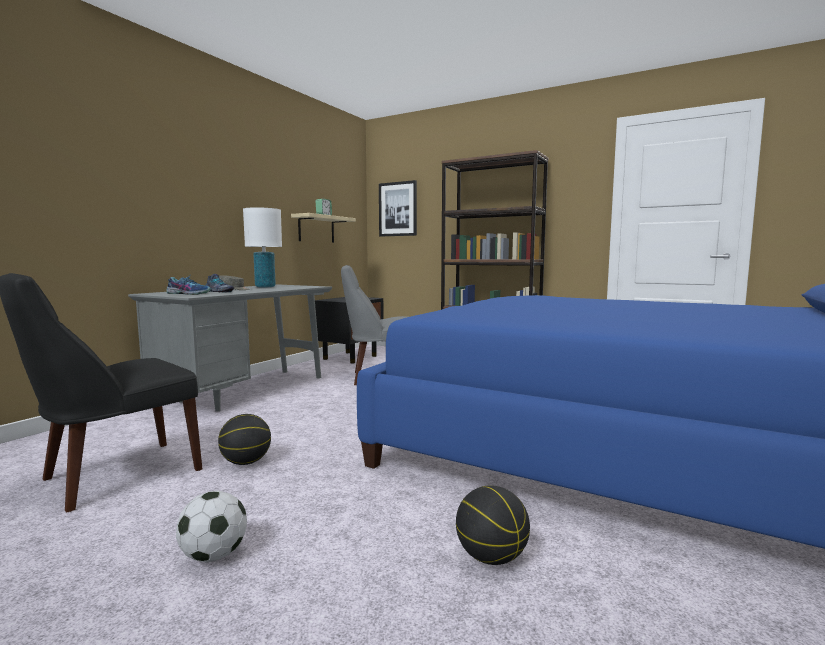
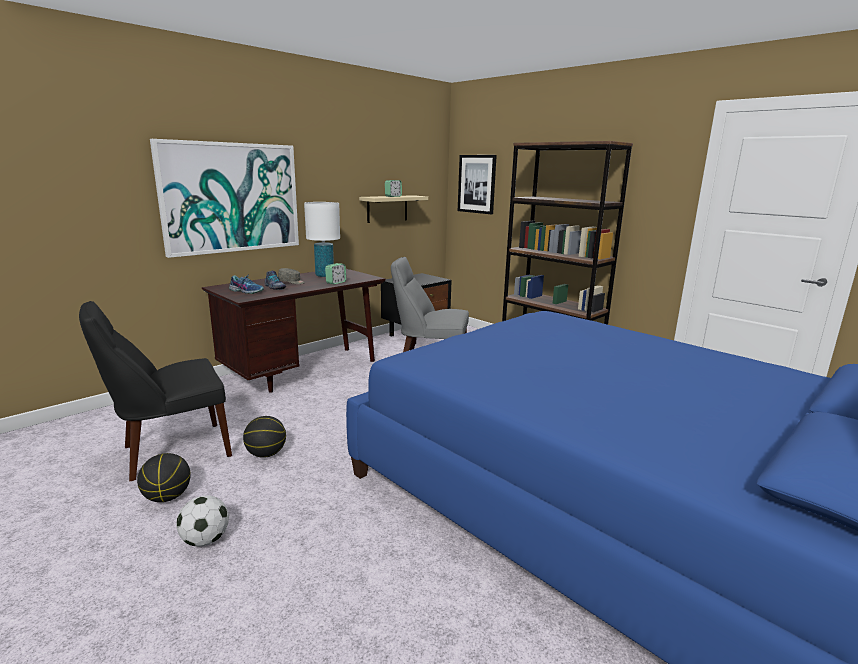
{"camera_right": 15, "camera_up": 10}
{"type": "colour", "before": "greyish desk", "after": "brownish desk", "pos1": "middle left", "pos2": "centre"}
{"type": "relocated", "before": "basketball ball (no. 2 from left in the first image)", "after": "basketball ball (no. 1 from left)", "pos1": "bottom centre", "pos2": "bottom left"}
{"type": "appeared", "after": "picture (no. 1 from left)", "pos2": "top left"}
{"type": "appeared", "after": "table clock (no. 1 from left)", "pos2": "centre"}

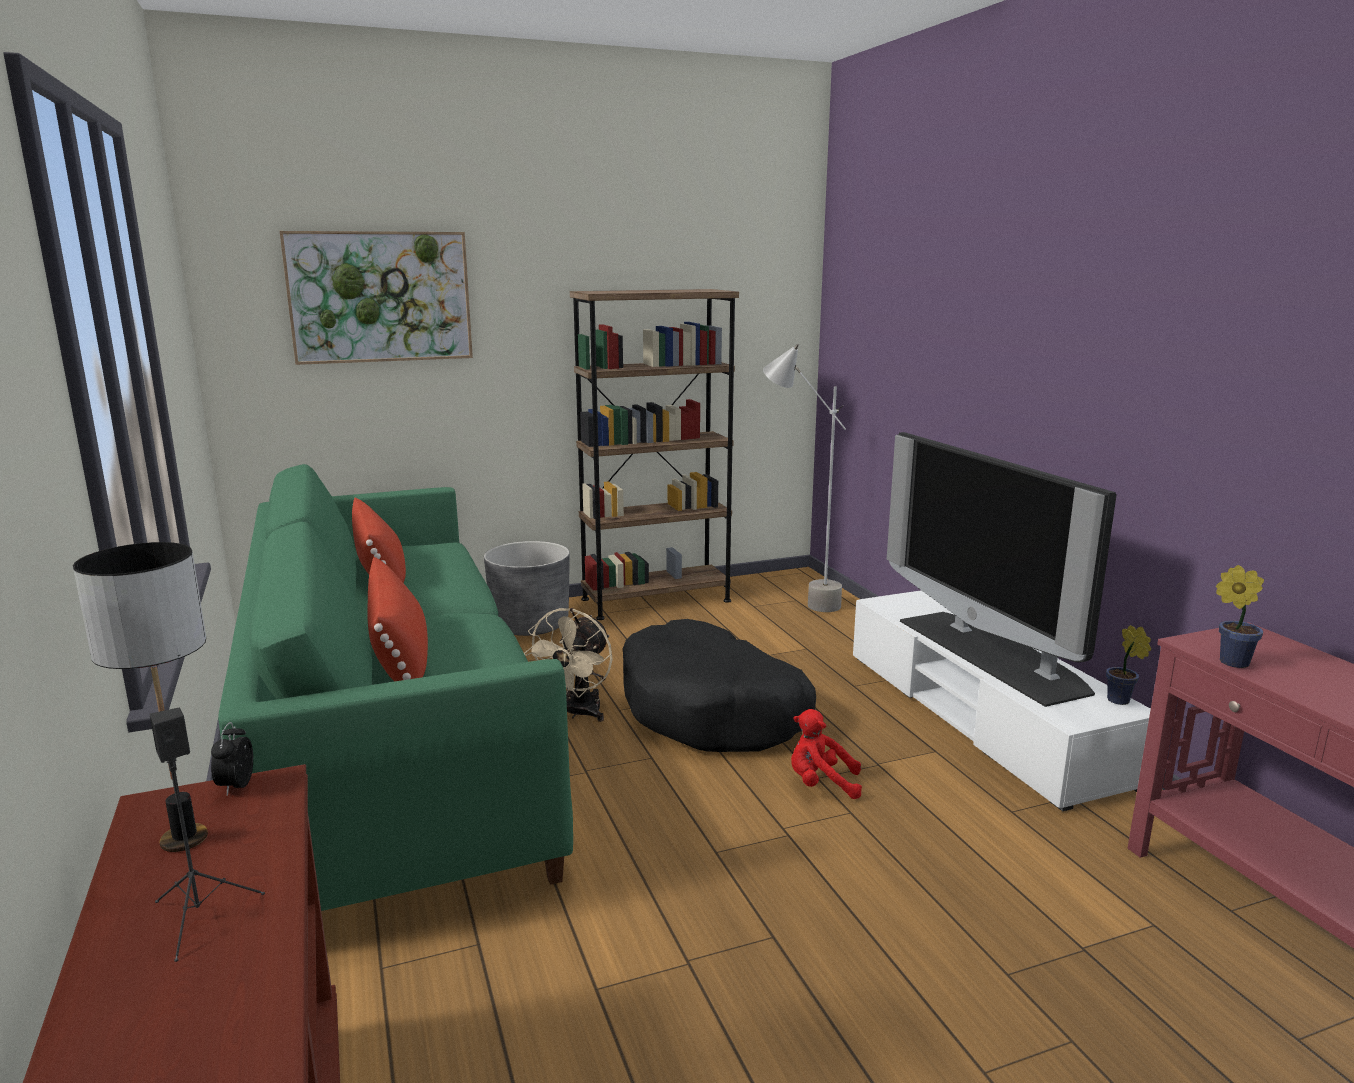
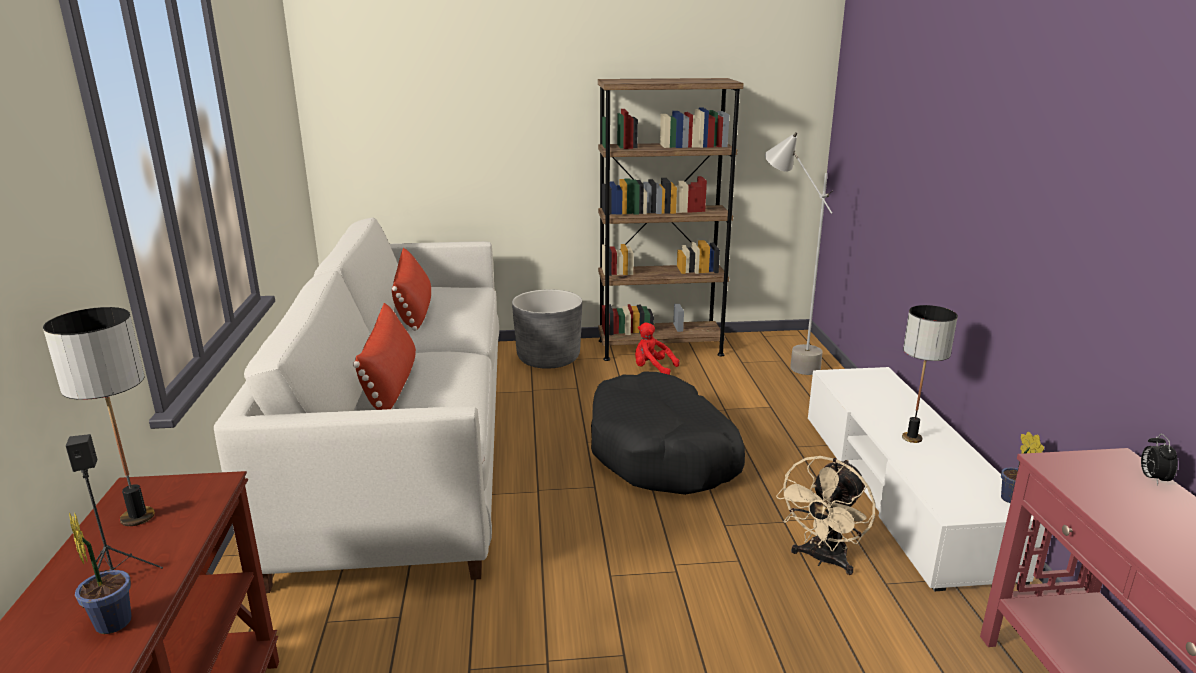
{"camera_right": 15, "camera_up": 5}
{"type": "relocated", "before": "table clock", "pos1": "bottom left", "pos2": "bottom right"}
{"type": "colour", "before": "green-coloured couch", "after": "whitish couch", "pos1": "middle left", "pos2": "middle left"}
{"type": "missing", "before": "picture", "pos1": "top left"}
{"type": "relocated", "before": "sand-coloured fan", "pos1": "centre", "pos2": "bottom right"}
{"type": "relocated", "before": "reddish cuddly toy", "pos1": "bottom centre", "pos2": "centre"}
{"type": "exchanged", "before": "television", "after": "lamp for a table (no. 2 from left)", "pos1": "middle right", "pos2": "middle right"}
{"type": "relocated", "before": "plant in a pot (no. 2 from left in the first image)", "after": "plant in a pot (no. 1 from left)", "pos1": "middle right", "pos2": "bottom left"}

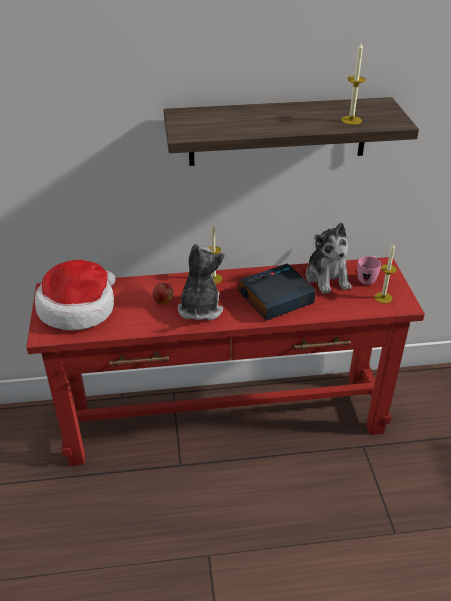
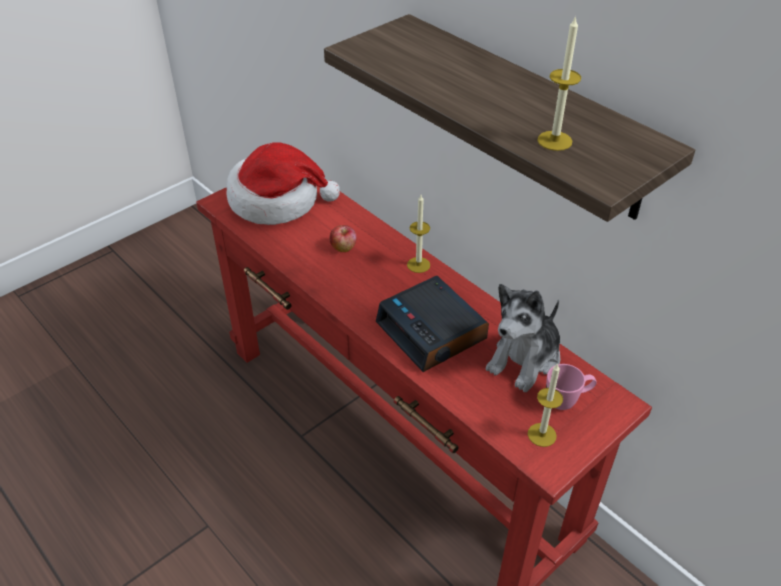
{"camera_right": 55, "camera_up": 5}
{"type": "missing", "before": "cuddly toy (no. 1 from left)", "pos1": "centre"}
{"type": "spun", "before": "table clock", "pos1": "centre", "pos2": "centre", "turn": -150}

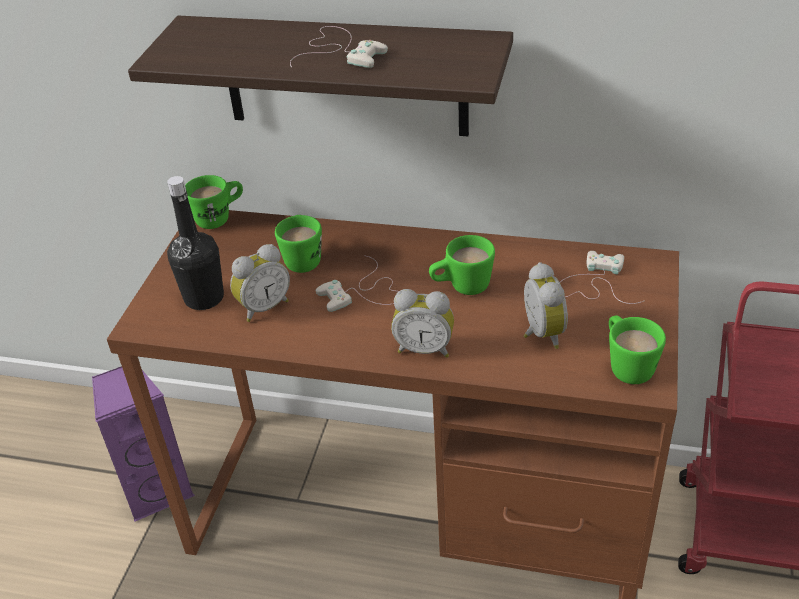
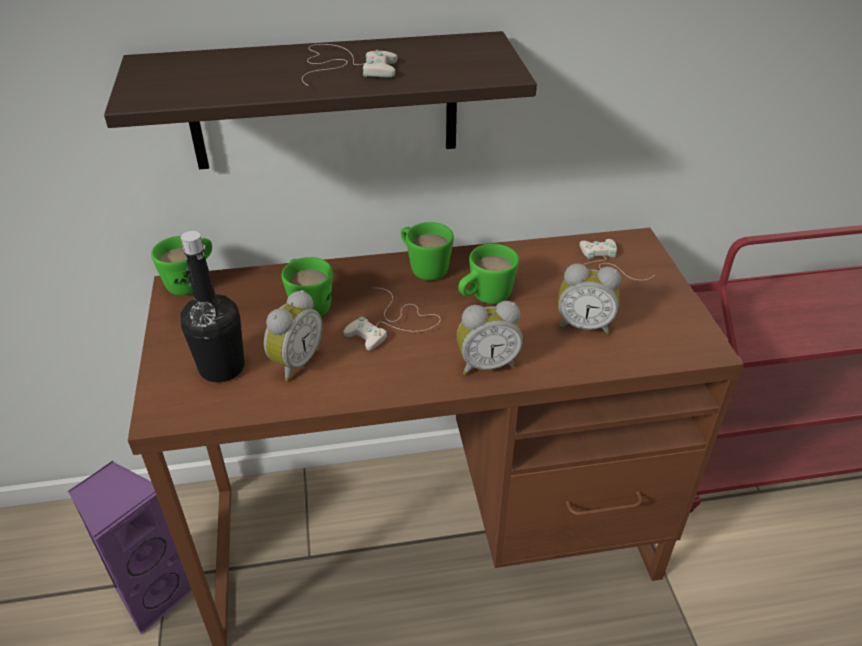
{"camera_right": -25, "camera_up": 0}
{"type": "spun", "before": "table clock (no. 3 from left)", "pos1": "middle right", "pos2": "middle right", "turn": 135}
{"type": "relocated", "before": "green-coloured mug (no. 4 from left in the first image)", "after": "green-coloured mug (no. 3 from left)", "pos1": "middle right", "pos2": "centre"}

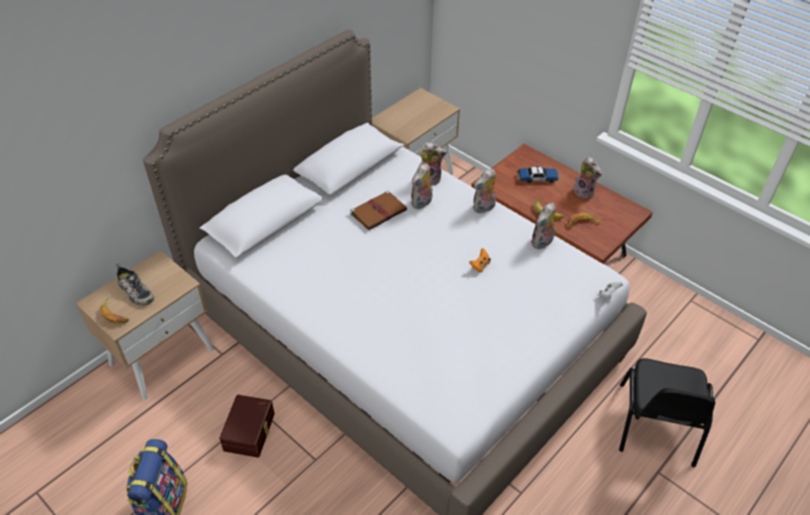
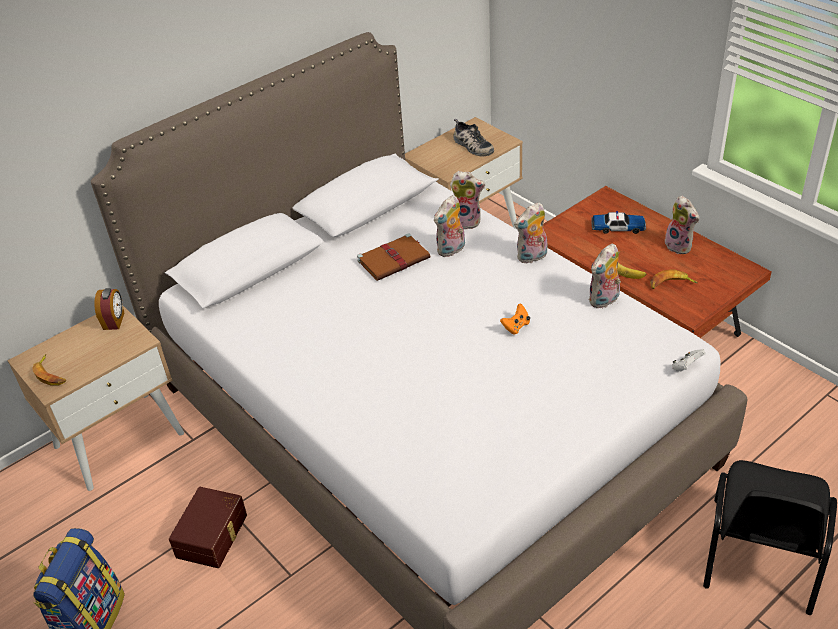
{"camera_right": 10, "camera_up": -5}
{"type": "relocated", "before": "item of footwear", "pos1": "middle left", "pos2": "top centre"}
{"type": "appeared", "after": "table clock", "pos2": "middle left"}

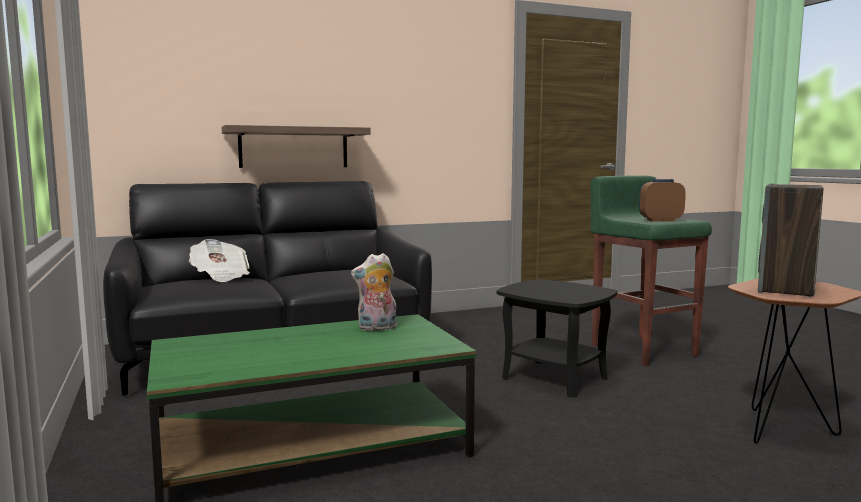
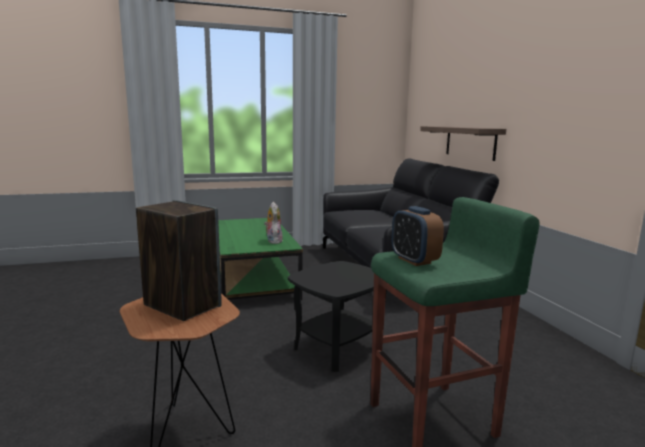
{"camera_right": 95, "camera_up": 5}
{"type": "missing", "before": "daily paper", "pos1": "middle left"}
{"type": "spun", "before": "table clock", "pos1": "middle right", "pos2": "centre", "turn": 150}

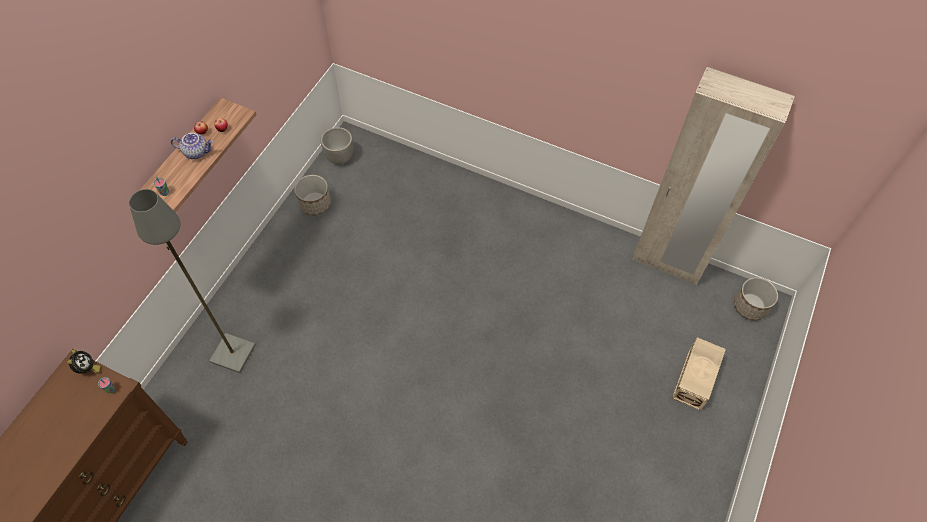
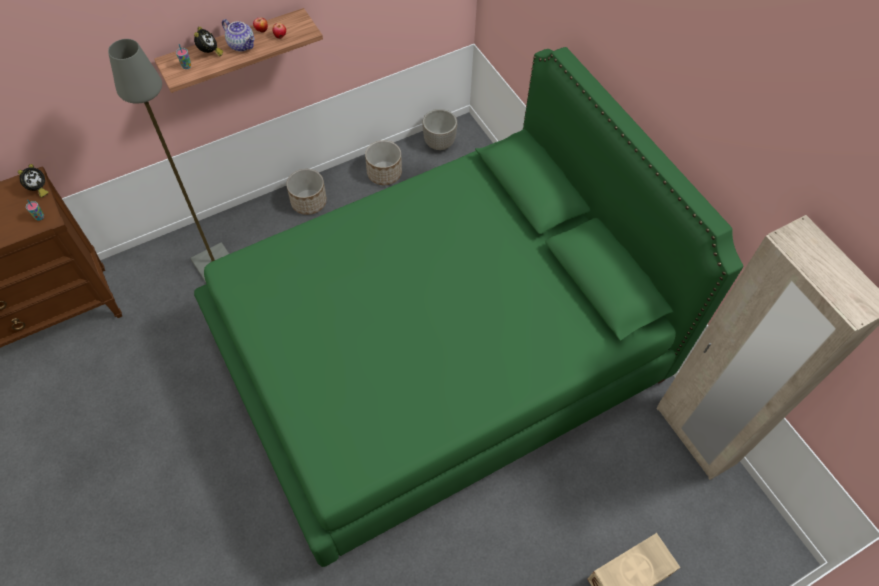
{"camera_right": 35, "camera_up": 0}
{"type": "relocated", "before": "planter (no. 3 from left in the first image)", "after": "planter (no. 1 from left)", "pos1": "middle right", "pos2": "top centre"}
{"type": "appeared", "after": "table clock (no. 2 from left)", "pos2": "top left"}
{"type": "appeared", "after": "green-coloured bed", "pos2": "centre"}

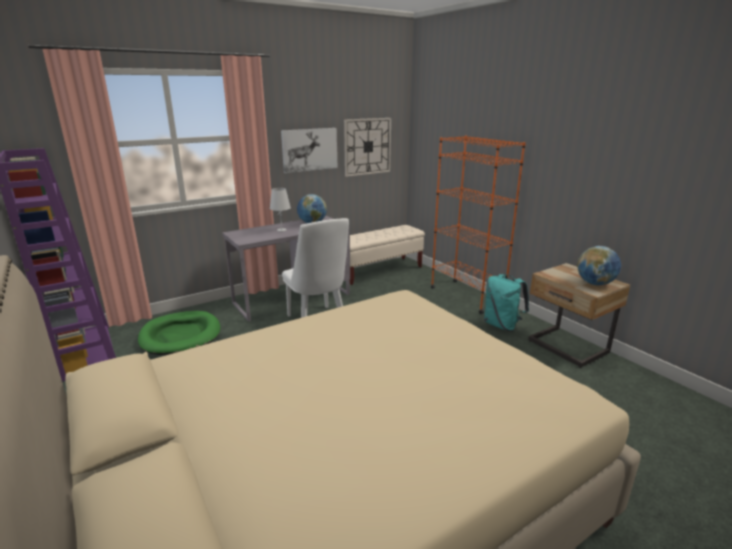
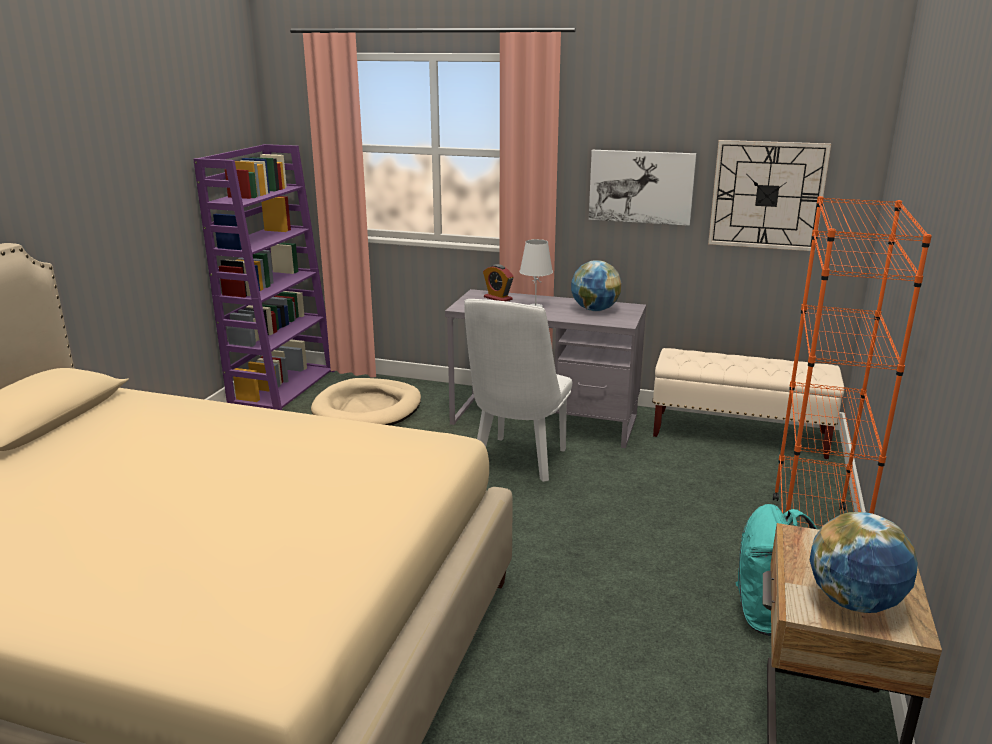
{"camera_right": 50, "camera_up": 0}
{"type": "colour", "before": "green-coloured pet bed", "after": "sand-coloured pet bed", "pos1": "middle left", "pos2": "centre"}
{"type": "appeared", "after": "table clock", "pos2": "centre"}

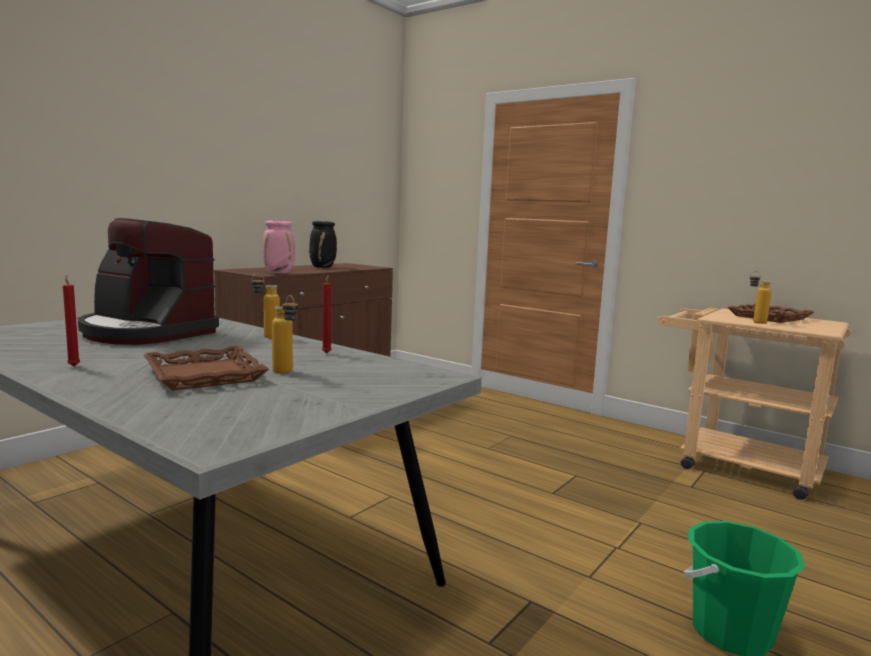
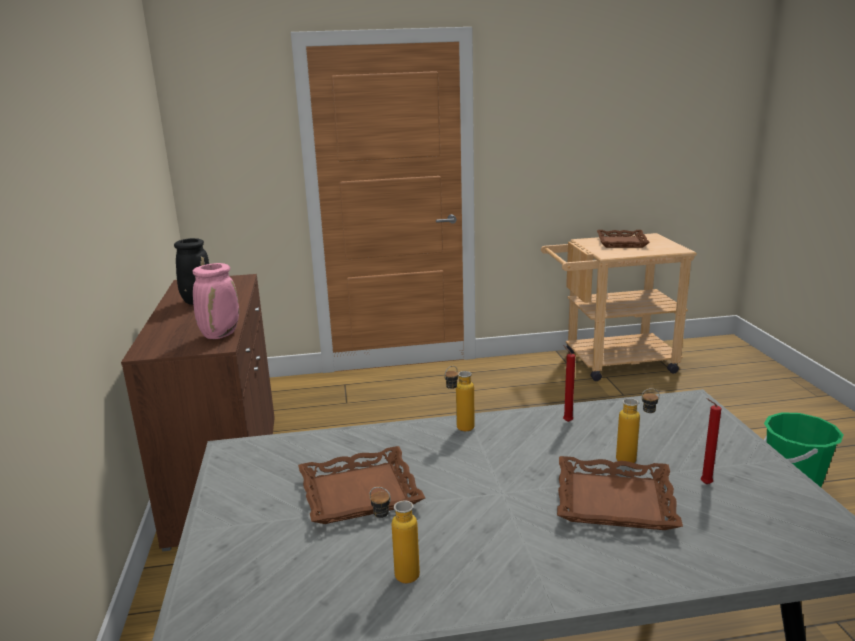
{"camera_right": -45, "camera_up": 10}
{"type": "relocated", "before": "reddish candle (no. 1 from left in the first image)", "after": "reddish candle (no. 2 from left)", "pos1": "middle left", "pos2": "bottom right"}
{"type": "exchanged", "before": "coffee machine", "after": "brownish carrying tray (no. 1 from left)", "pos1": "middle left", "pos2": "bottom centre"}
{"type": "relocated", "before": "beverage bottle (no. 3 from left in the first image)", "after": "beverage bottle (no. 1 from left)", "pos1": "middle right", "pos2": "bottom centre"}

